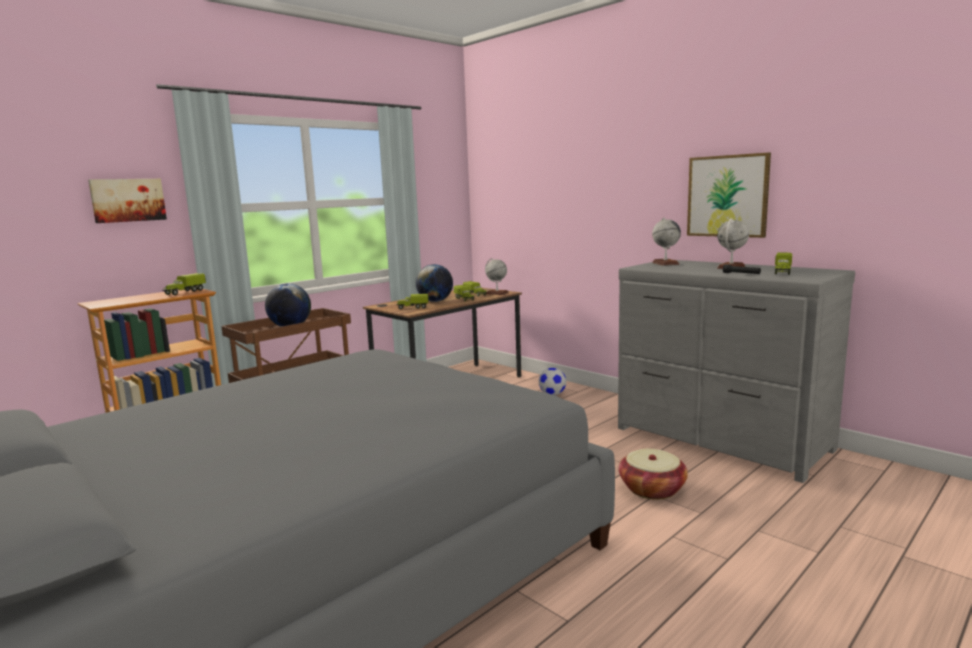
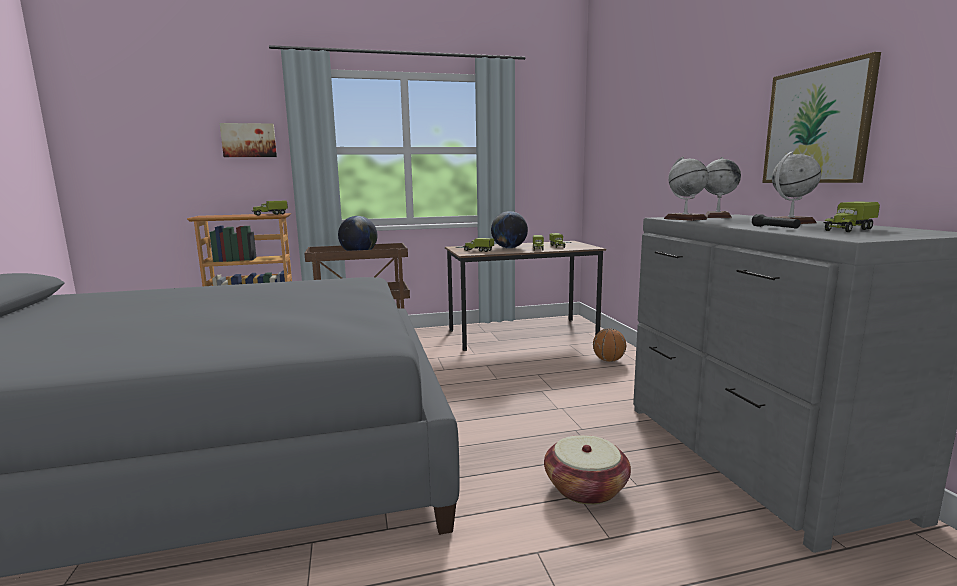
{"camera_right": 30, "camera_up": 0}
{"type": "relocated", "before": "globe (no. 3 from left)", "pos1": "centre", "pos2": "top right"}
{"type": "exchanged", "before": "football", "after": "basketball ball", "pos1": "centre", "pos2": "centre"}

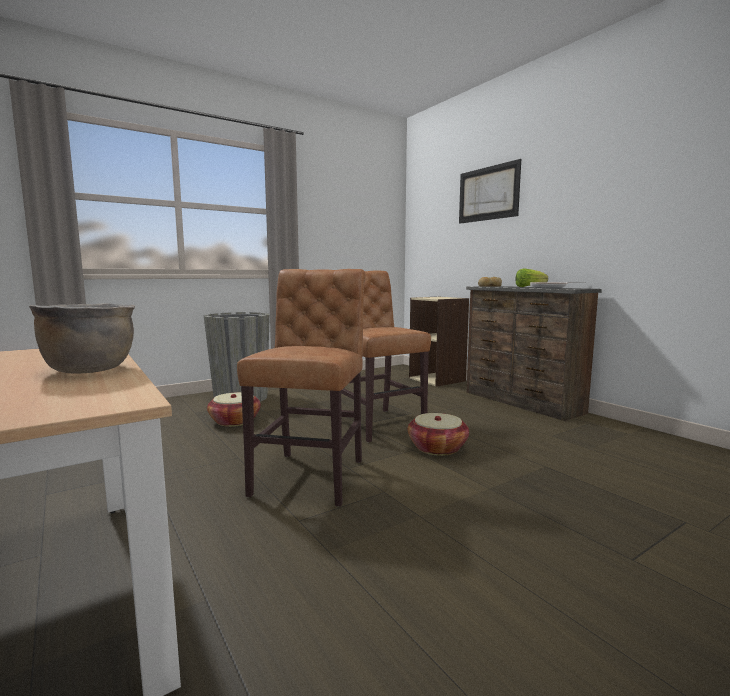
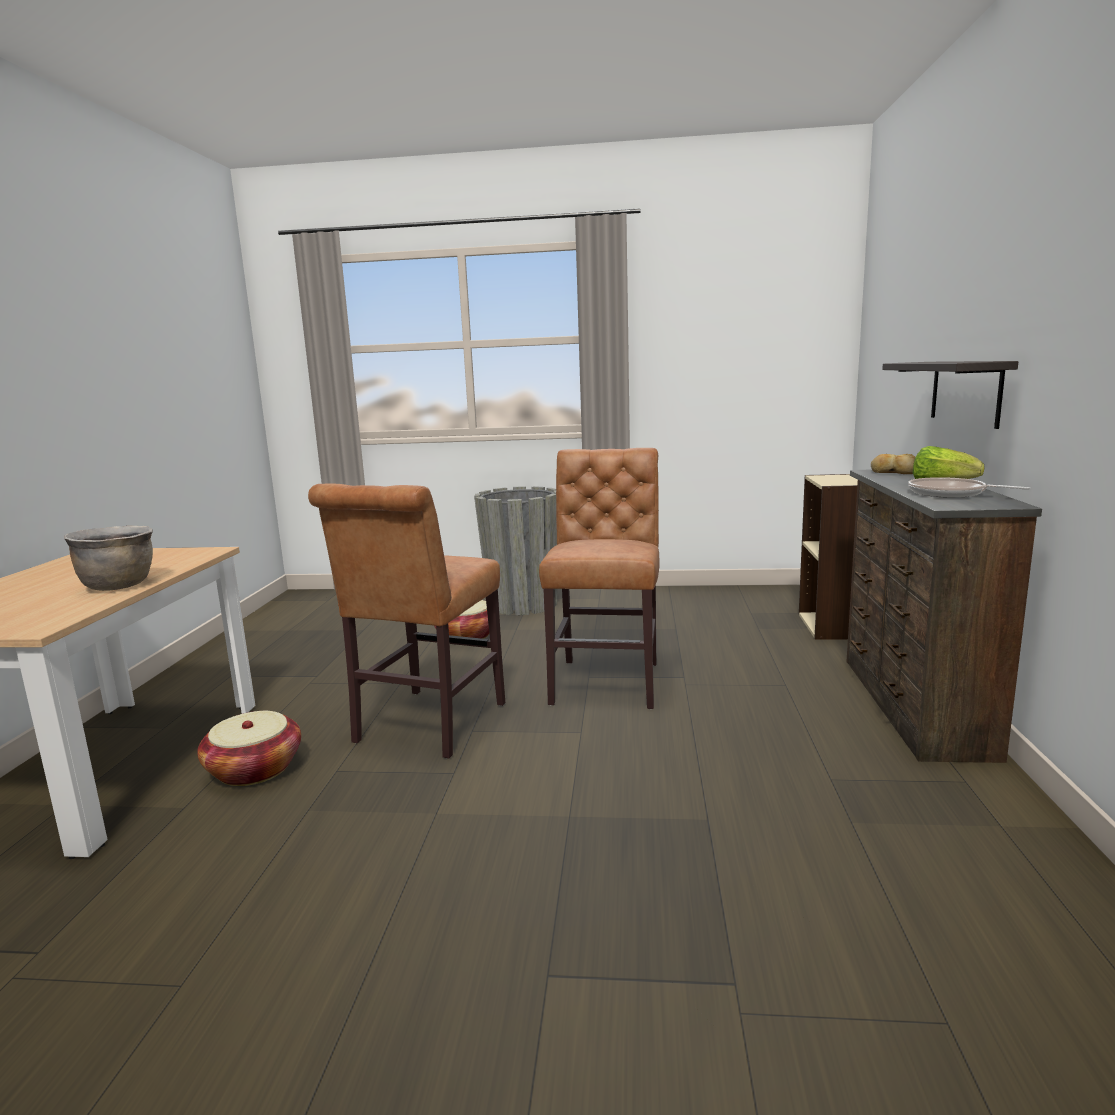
{"camera_right": 40, "camera_up": 5}
{"type": "spun", "before": "brownish chair (no. 1 from left)", "pos1": "centre", "pos2": "centre", "turn": 150}
{"type": "relocated", "before": "basket (no. 2 from left in the first image)", "after": "basket (no. 1 from left)", "pos1": "centre", "pos2": "bottom left"}
{"type": "missing", "before": "picture", "pos1": "top right"}
{"type": "appeared", "after": "wall shelf", "pos2": "middle right"}

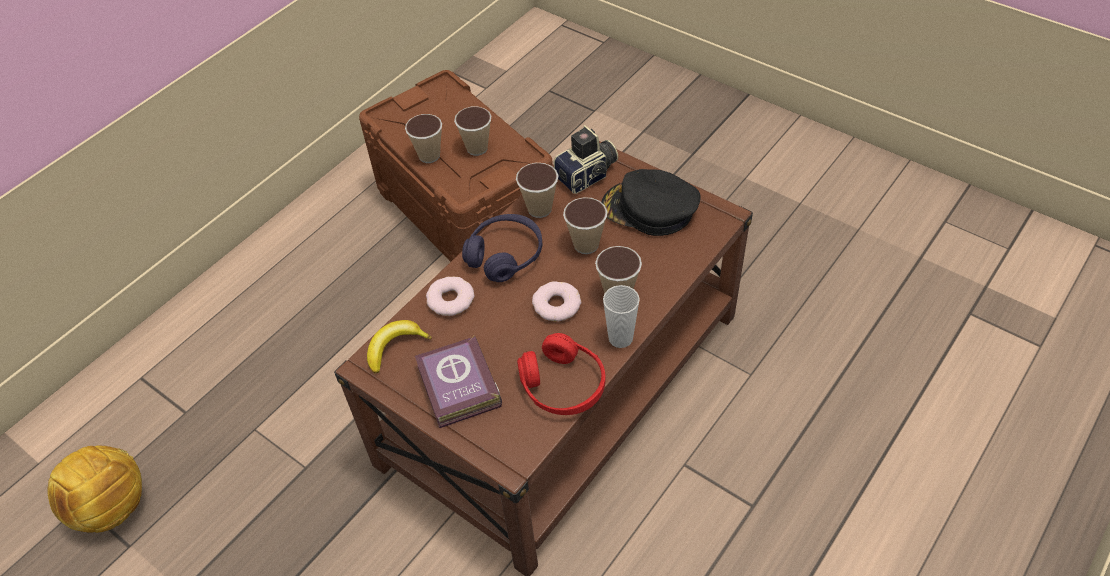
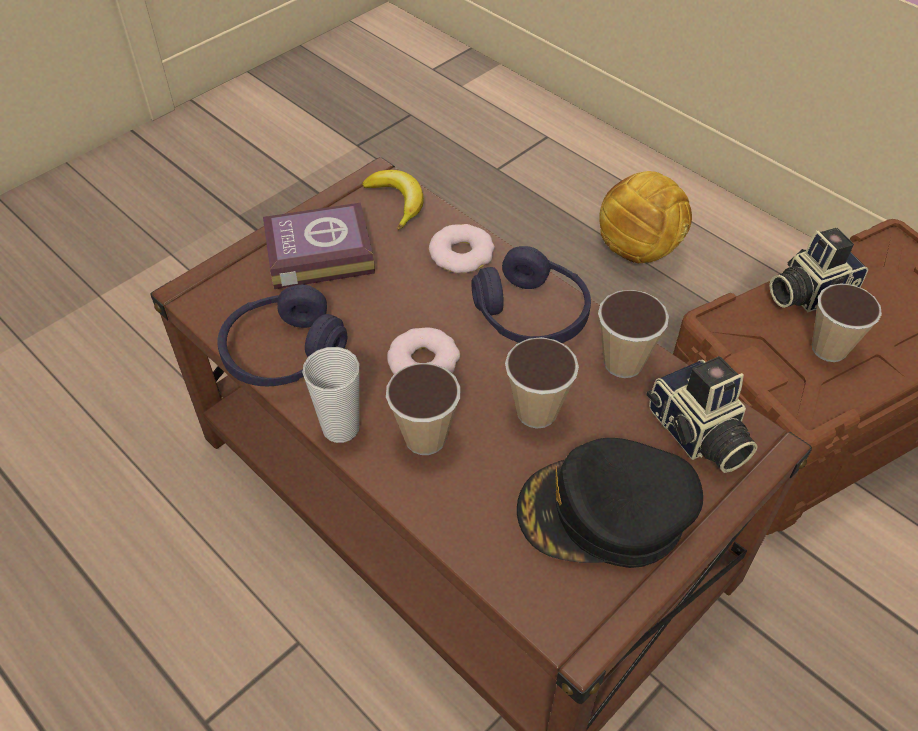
{"camera_right": 95, "camera_up": 0}
{"type": "relocated", "before": "football", "pos1": "bottom left", "pos2": "top right"}
{"type": "exchanged", "before": "drinking cup (no. 1 from left)", "after": "photo camera (no. 2 from left)", "pos1": "top centre", "pos2": "middle right"}
{"type": "colour", "before": "reddish headset", "after": "purple-coloured headset (no. 1 from left)", "pos1": "centre", "pos2": "middle left"}
{"type": "spun", "before": "black-coloured baseball cap", "pos1": "centre", "pos2": "bottom centre", "turn": -120}

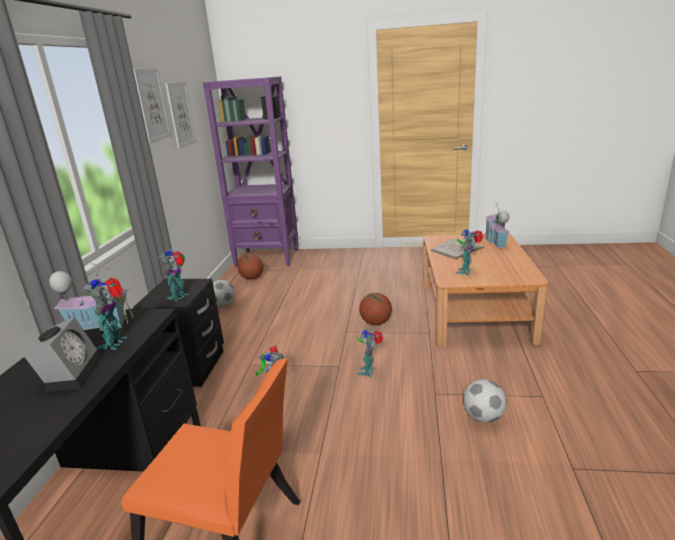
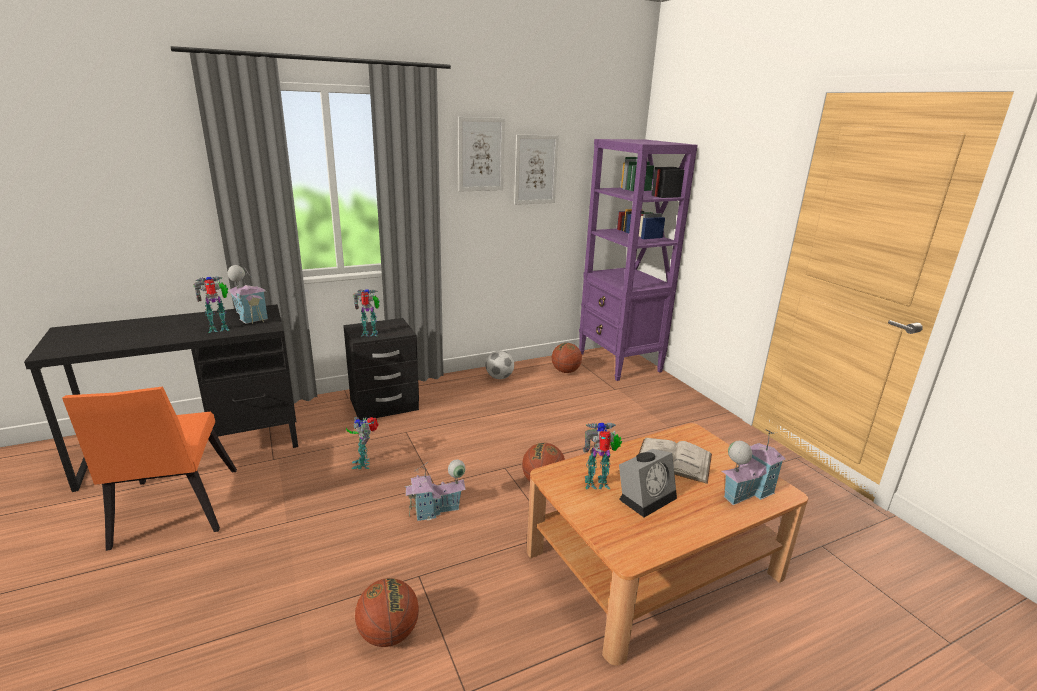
{"camera_right": 55, "camera_up": 0}
{"type": "relocated", "before": "table clock", "pos1": "middle left", "pos2": "bottom centre"}
{"type": "exchanged", "before": "model robot (no. 4 from left)", "after": "model house (no. 2 from left)", "pos1": "centre", "pos2": "bottom centre"}
{"type": "exchanged", "before": "football (no. 2 from left)", "after": "basketball ball (no. 1 from left)", "pos1": "bottom right", "pos2": "bottom centre"}

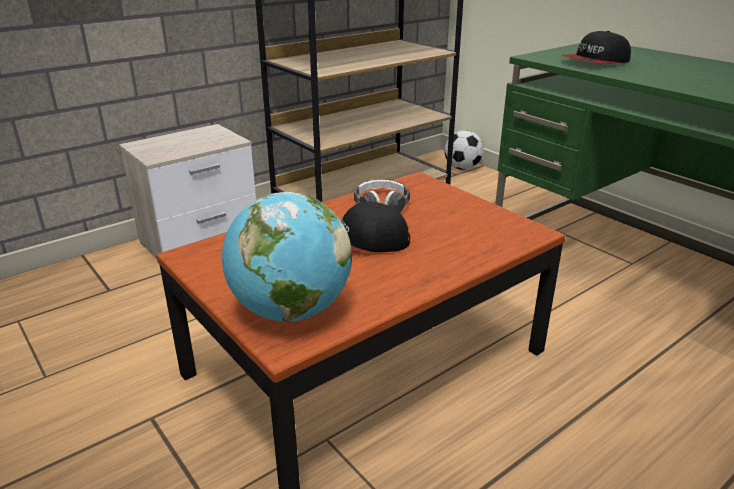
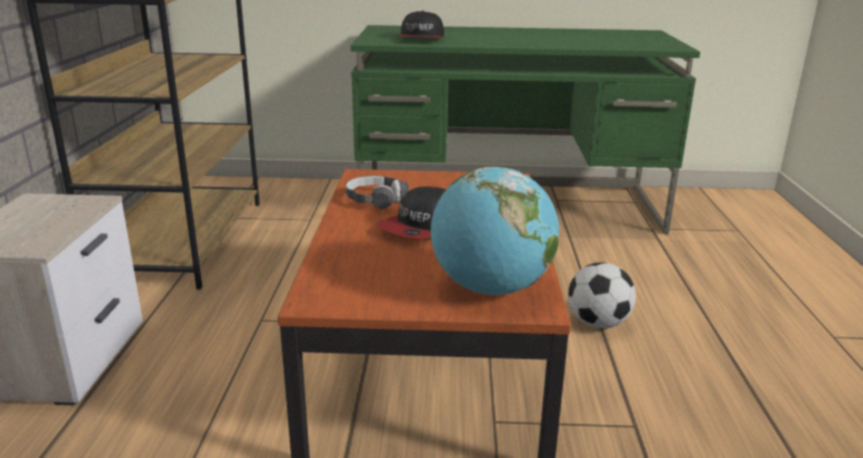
{"camera_right": -50, "camera_up": -5}
{"type": "relocated", "before": "football", "pos1": "top centre", "pos2": "middle right"}

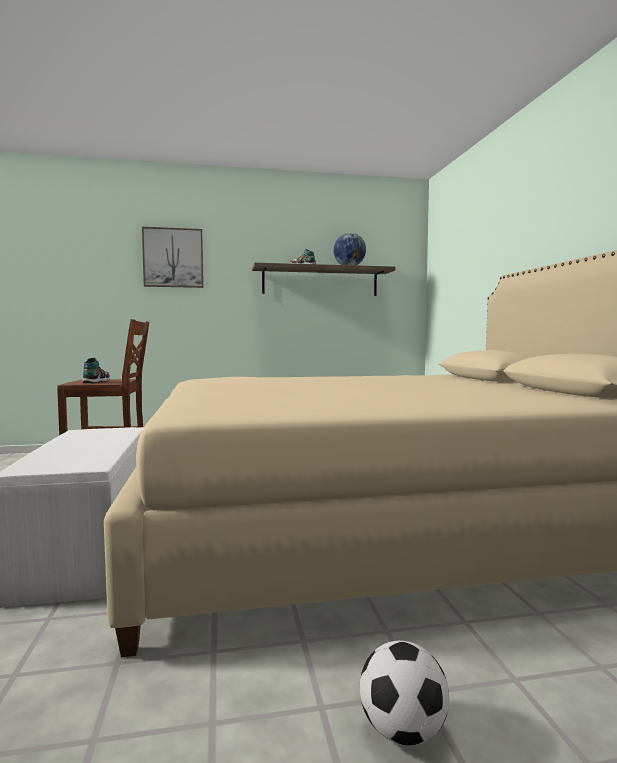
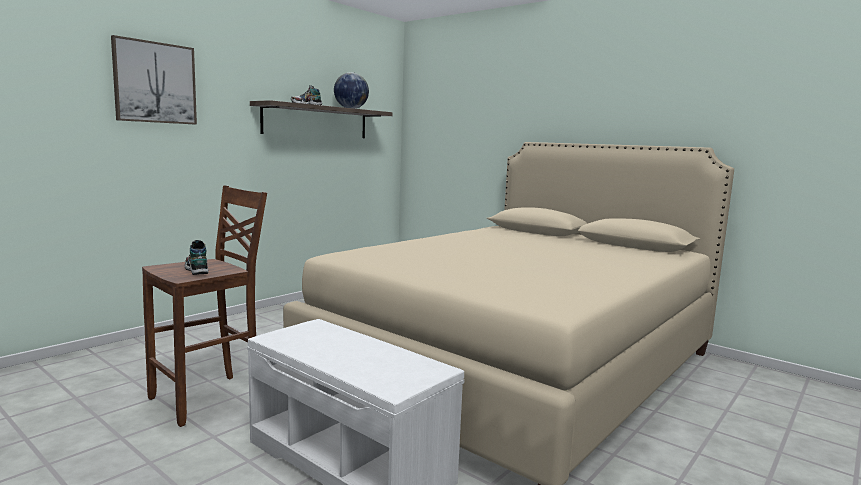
{"camera_right": -40, "camera_up": 5}
{"type": "missing", "before": "football", "pos1": "bottom centre"}

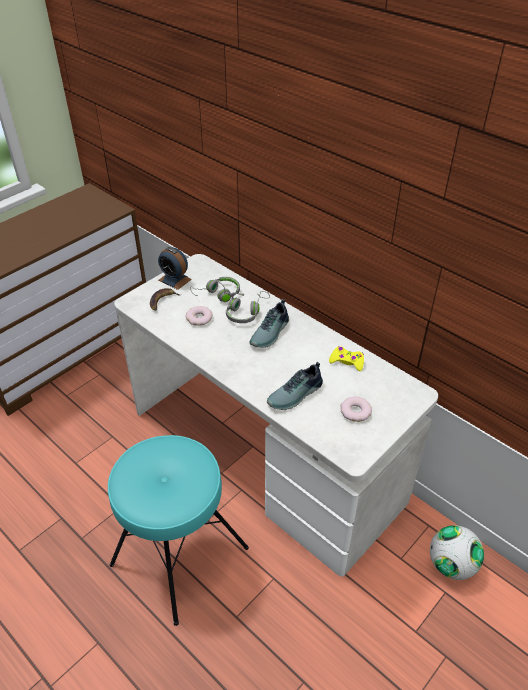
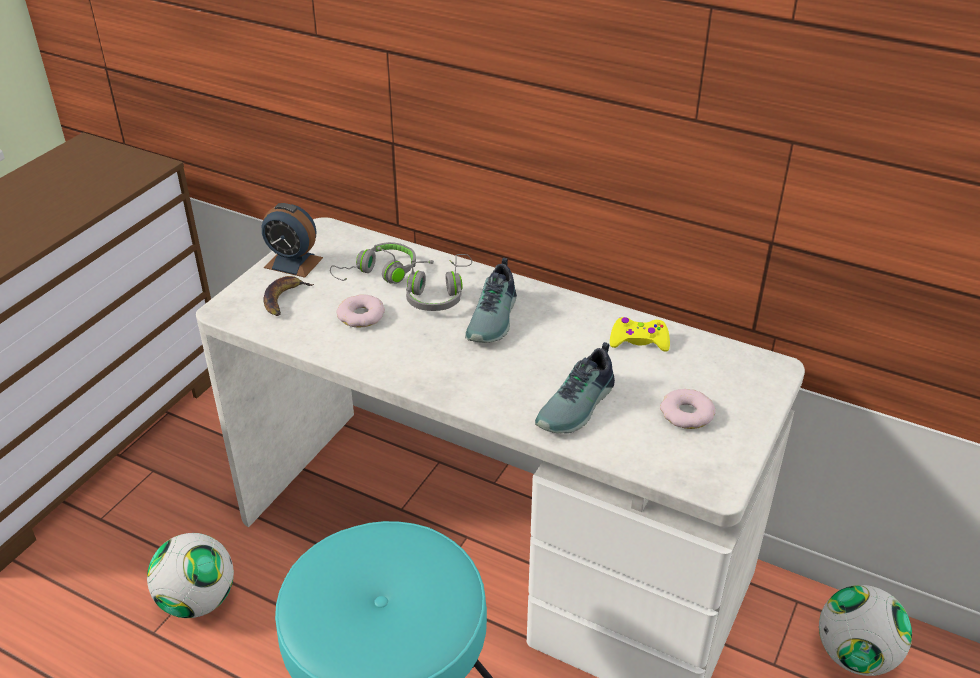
{"camera_right": -15, "camera_up": -5}
{"type": "appeared", "after": "football (no. 1 from left)", "pos2": "bottom left"}

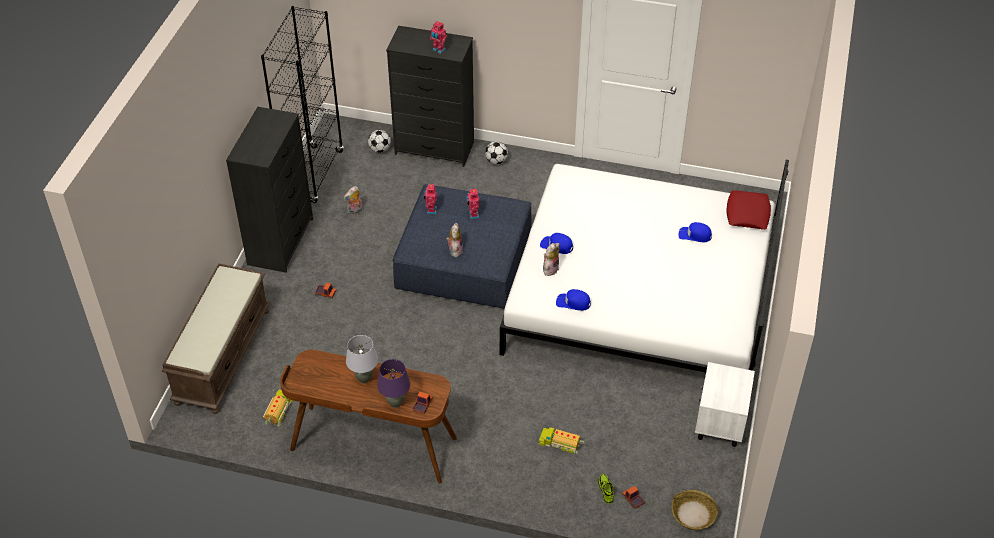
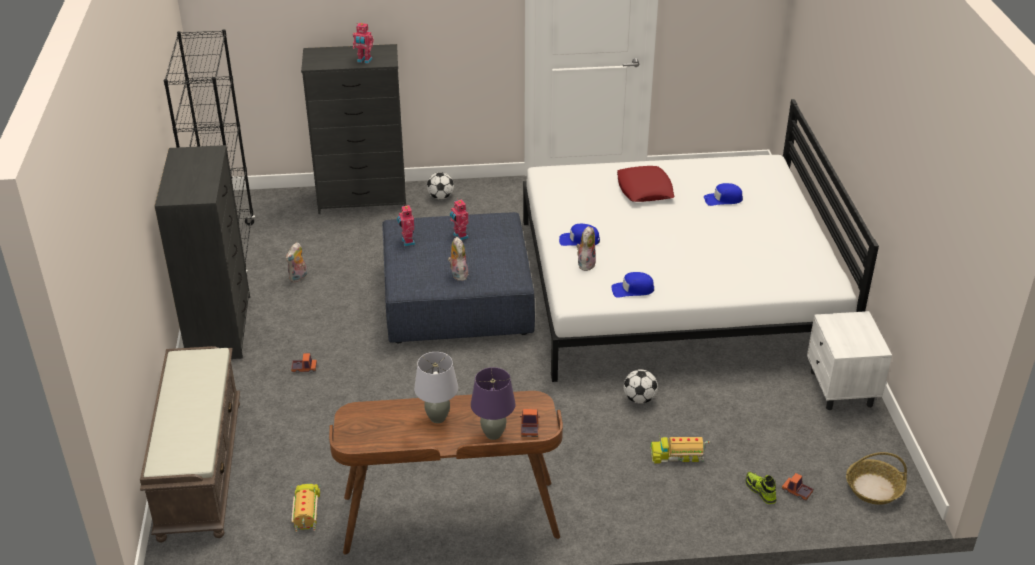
{"camera_right": -20, "camera_up": -10}
{"type": "relocated", "before": "football (no. 1 from left in the first image)", "after": "football (no. 2 from left)", "pos1": "top centre", "pos2": "bottom centre"}
{"type": "relocated", "before": "reddish throw pillow", "pos1": "middle right", "pos2": "top centre"}

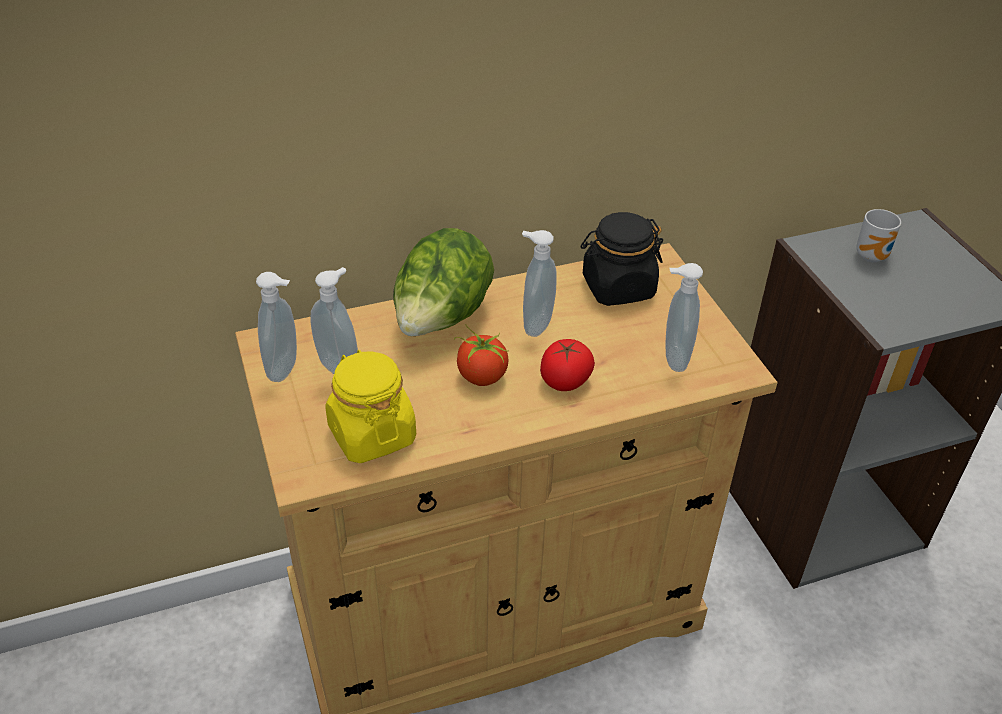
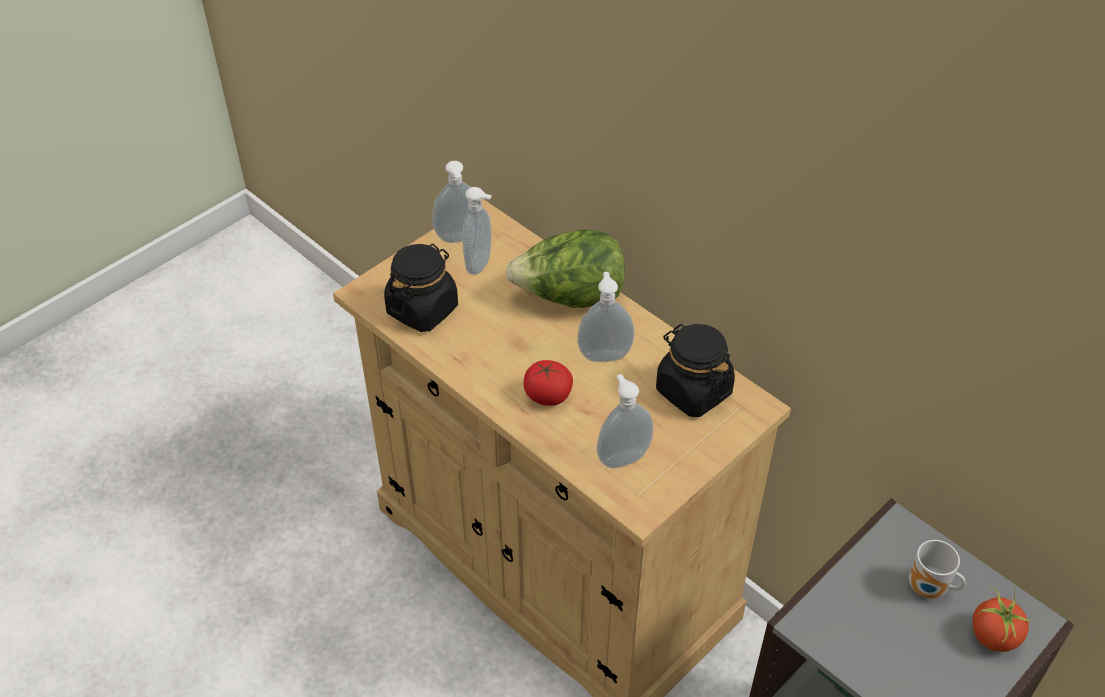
{"camera_right": 65, "camera_up": 5}
{"type": "colour", "before": "yellowish jar", "after": "black-coloured jar (no. 1 from left)", "pos1": "centre", "pos2": "centre"}
{"type": "relocated", "before": "whole tomato (no. 1 from left in the first image)", "after": "whole tomato (no. 2 from left)", "pos1": "centre", "pos2": "bottom right"}

